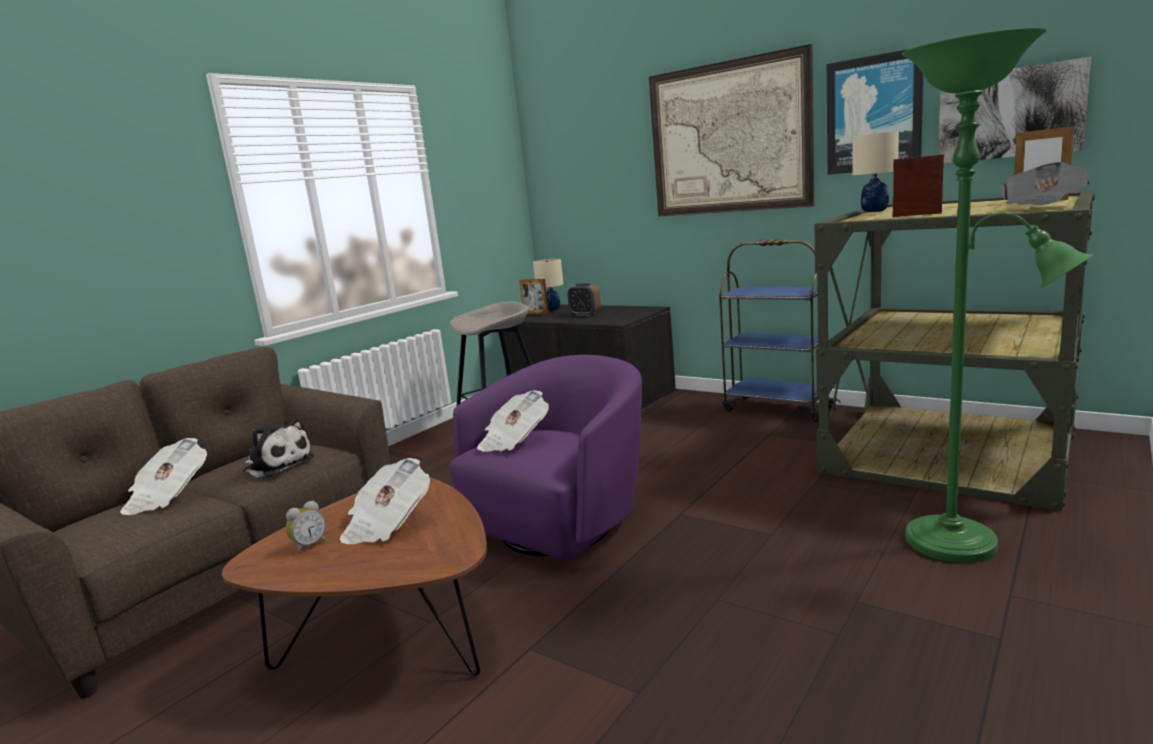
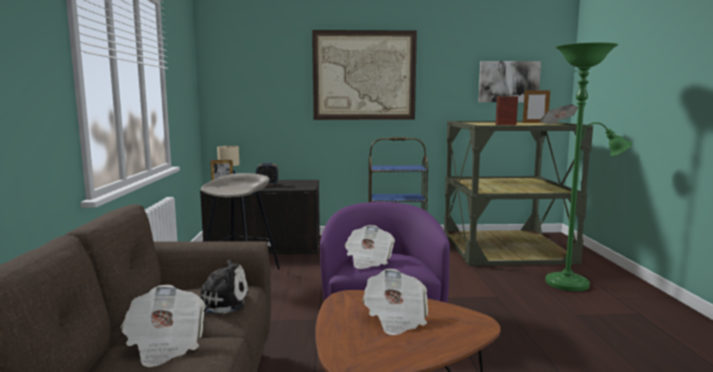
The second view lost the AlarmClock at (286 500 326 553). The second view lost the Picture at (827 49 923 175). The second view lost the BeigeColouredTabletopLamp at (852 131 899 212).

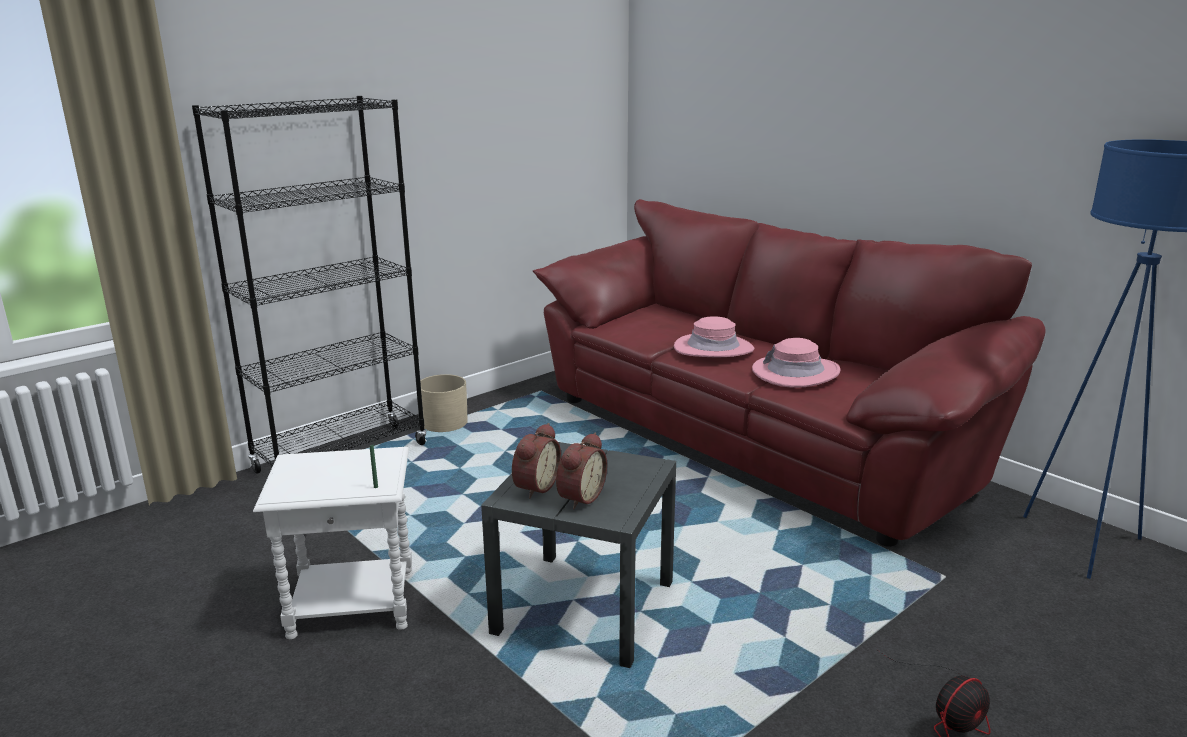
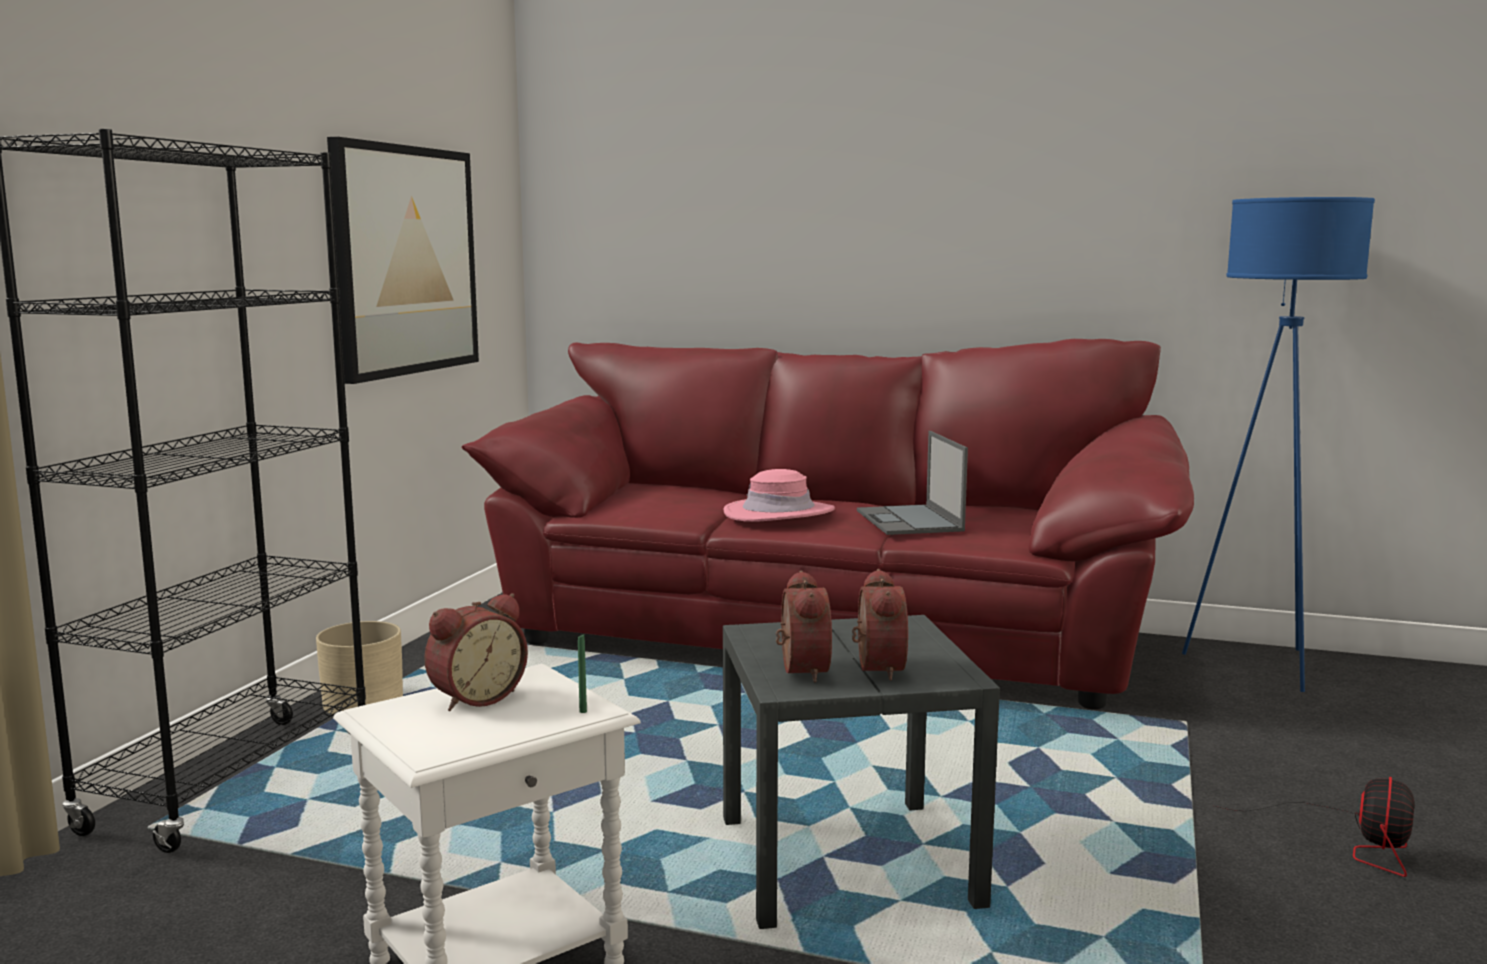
The second view gained the Picture at (327 137 479 384). The second view gained the AlarmClock at (424 593 528 711). Where the PinkColouredWearableHat stood at (752 338 840 388), the Laptop came to stand at (857 431 968 535).

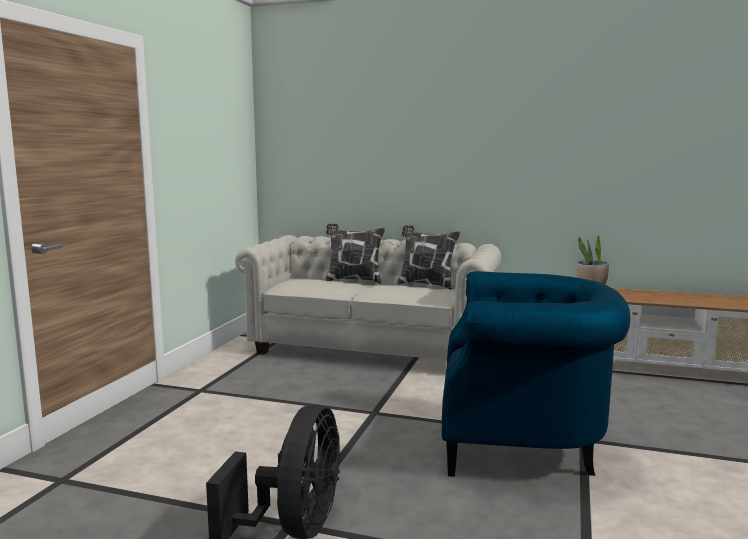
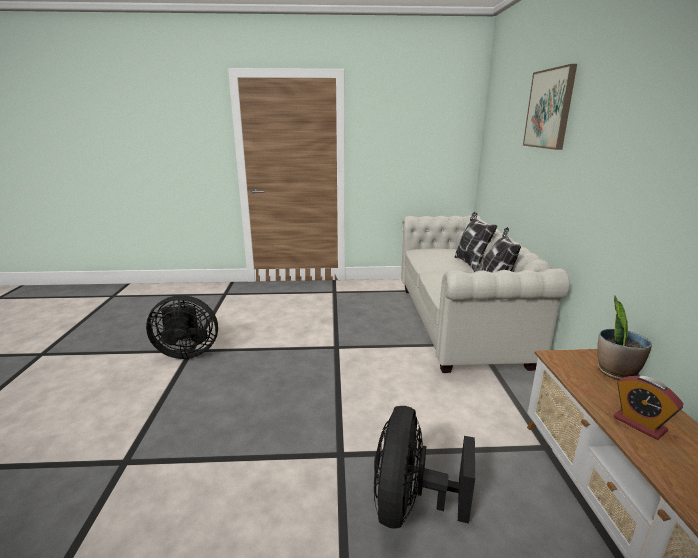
The second view lost the BlueColouredEasyChair at (442 271 630 477). The second view gained the BlackCoolingFan at (374 406 475 529). The second view gained the Picture at (523 64 577 150). The second view gained the AlarmClock at (613 376 684 440).

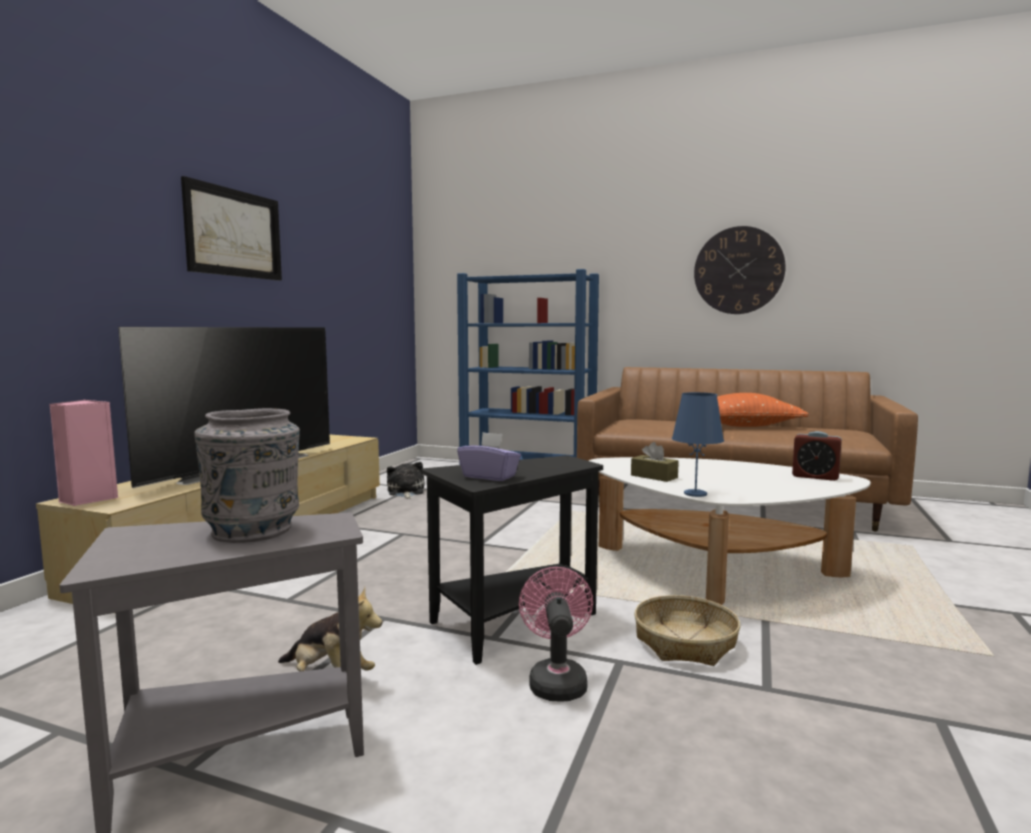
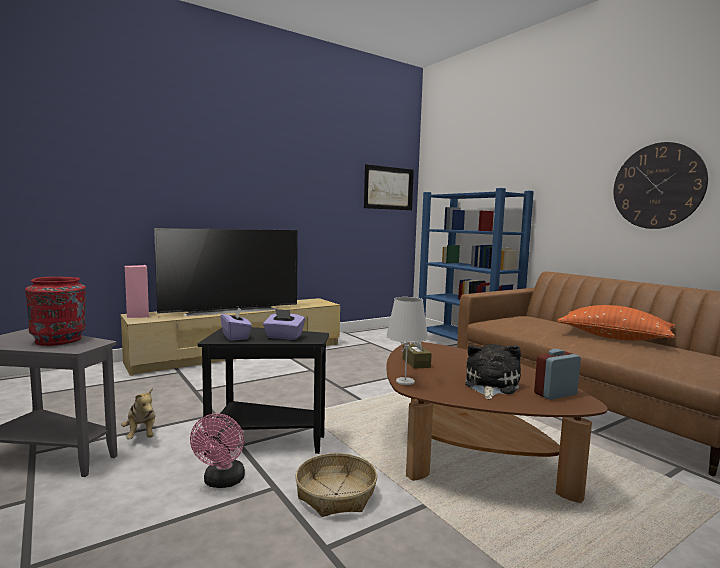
The second view gained the PurplishBoxOfTissues at (263 309 305 340). The Picture ended up elsewhere, having gone from (181 176 282 281) to (364 164 414 210). The SoftToy ended up elsewhere, having gone from (387 462 425 499) to (465 344 521 400). What was the GrayFlowerVase at (195 408 300 543) turned into the RedColouredFlowerVase at (25 277 86 346). What was the WhitishCoffeeTable at (589 457 871 605) turned into the BrownCoffeeTable at (386 342 607 503). What was the BlueColouredTabletopLamp at (672 392 724 497) turned into the WhitishTabletopLamp at (386 297 428 385). The PinkColouredCoolingFan at (519 567 593 702) ended up facing another way, 150 degrees clockwise from before. The AlarmClock at (792 431 842 481) ended up facing another way, 90 degrees clockwise from before.

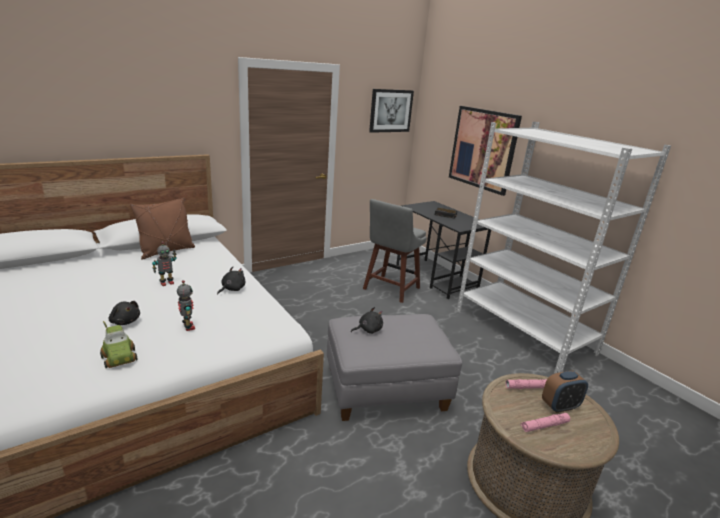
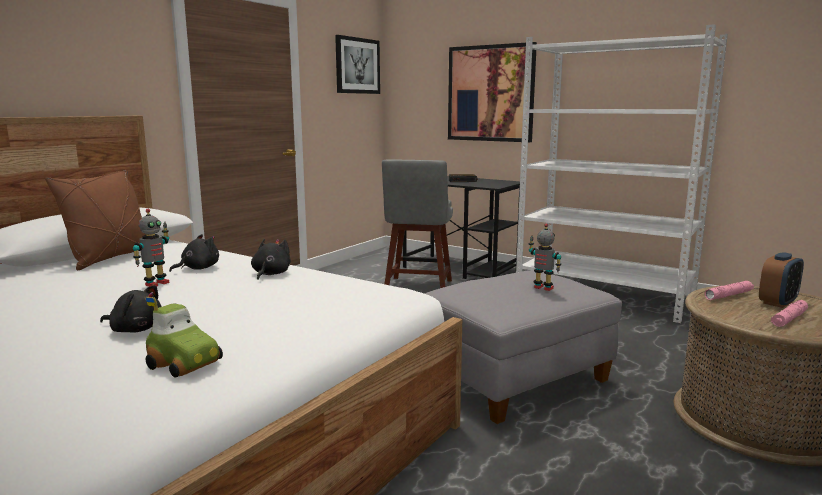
The RobotFigure ended up elsewhere, having gone from (177 280 195 331) to (528 223 561 291). The BlackSoftToy ended up elsewhere, having gone from (351 307 383 334) to (169 234 219 272).

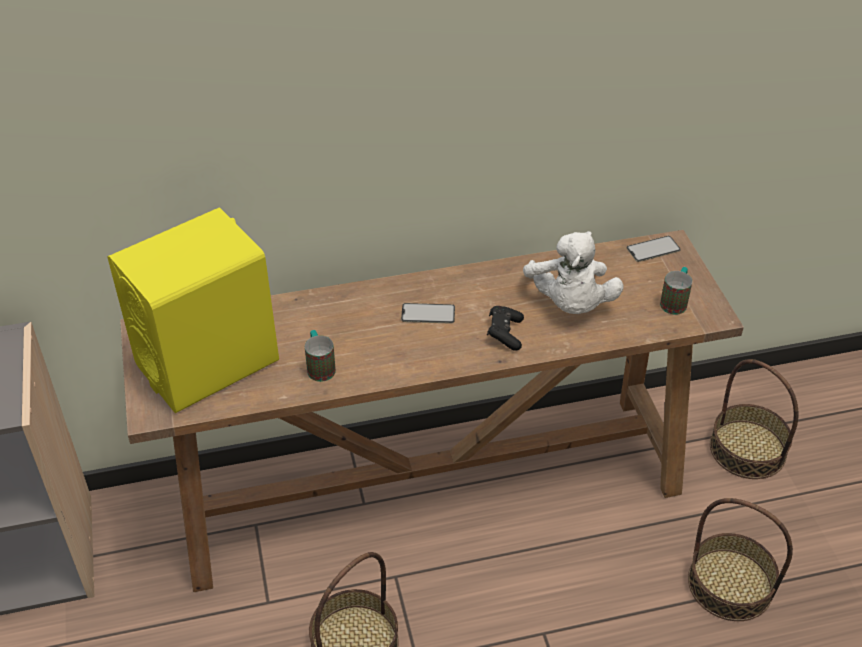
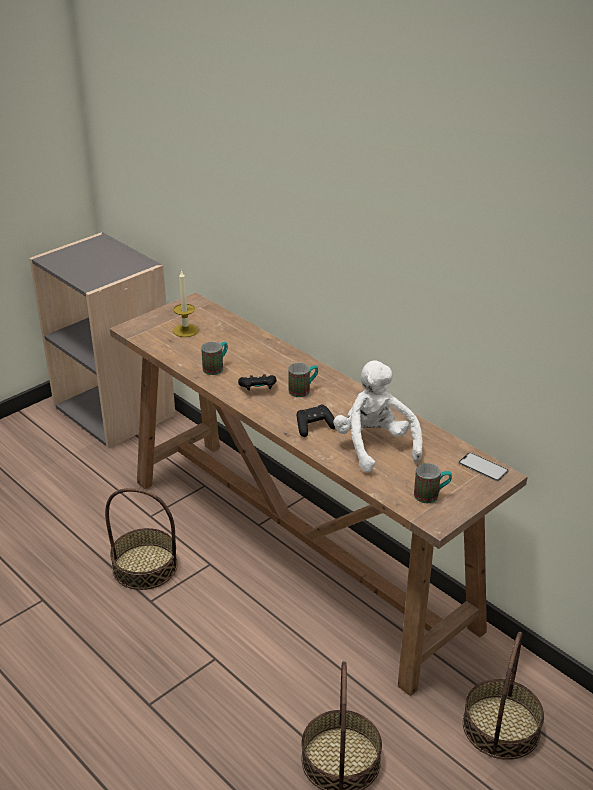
The second view gained the BlackGameController at (238 374 277 391). Where the YellowColouredLoudspeaker stood at (108 208 279 413), the Candle came to stand at (173 270 198 337). Where the Handset stood at (401 303 455 324), the Mug came to stand at (288 363 318 397). The WhitishSoftToy at (523 231 624 314) ended up facing another way, 105 degrees clockwise from before.

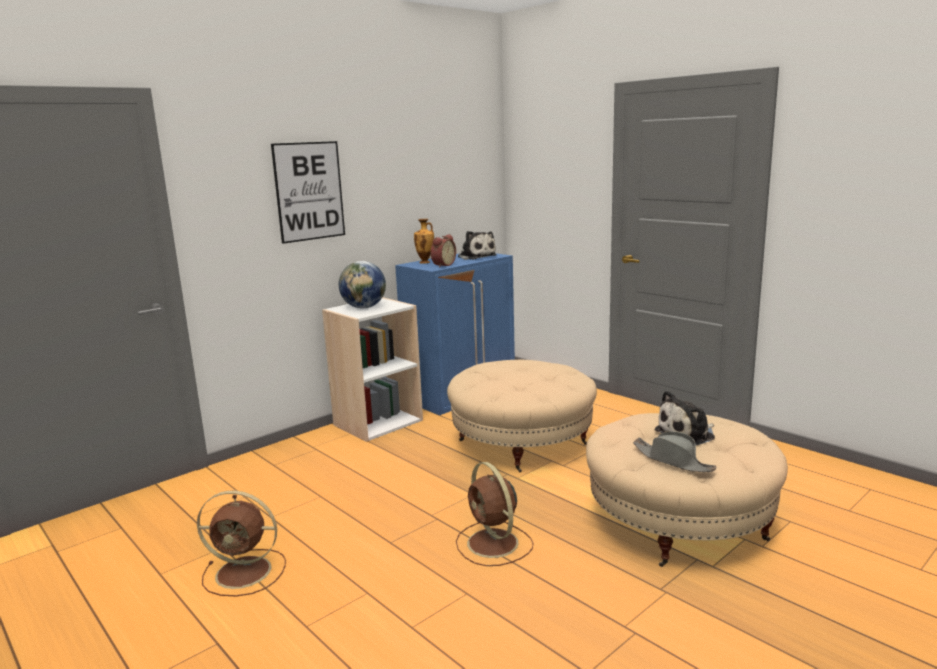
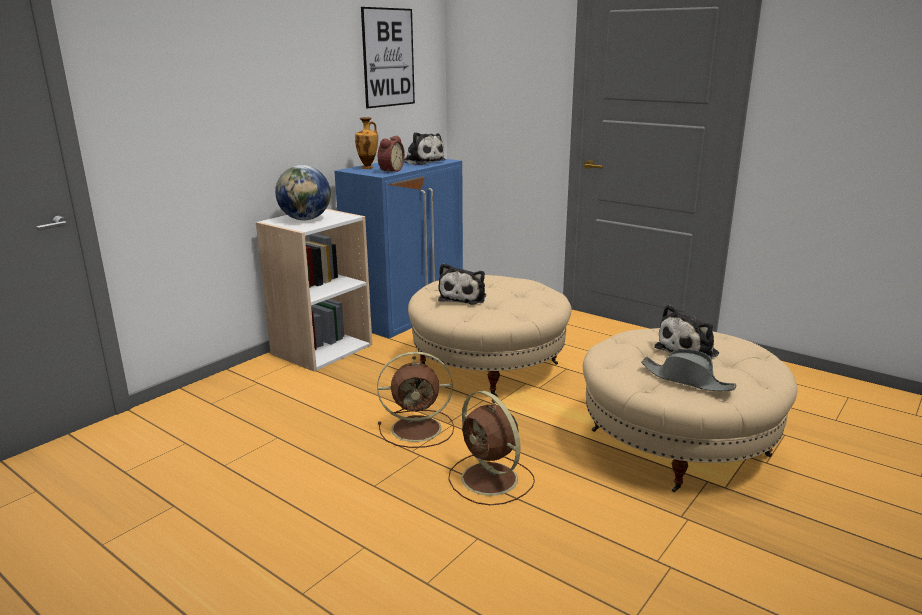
The second view gained the SoftToy at (438 263 486 305). The BrownCoolingFan ended up elsewhere, having gone from (197 491 286 596) to (377 352 454 448). The Picture ended up elsewhere, having gone from (271 141 345 244) to (361 7 415 108).

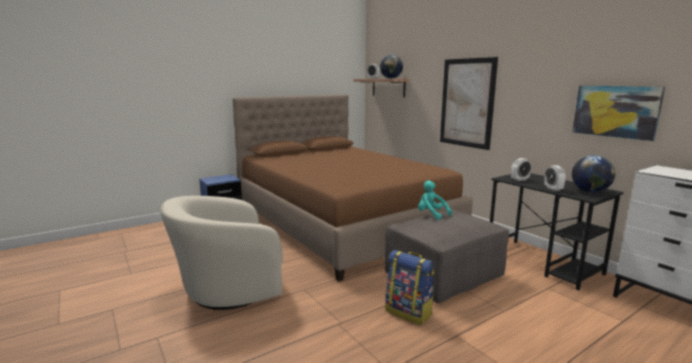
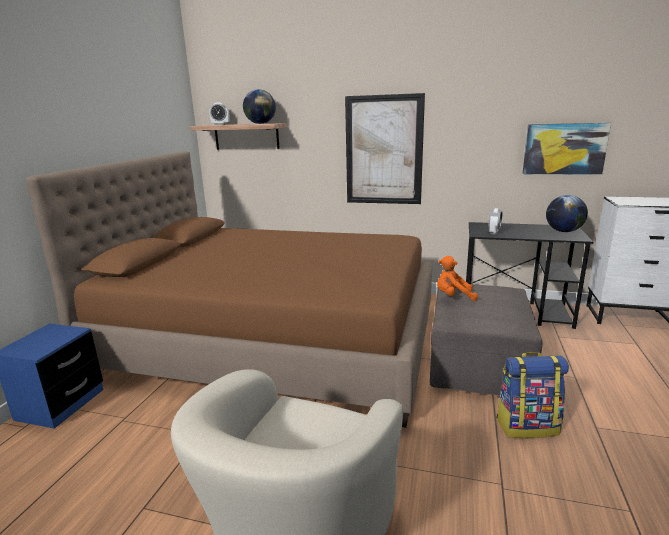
The second view lost the AlarmClock at (544 165 566 191). What was the BlueGreenSoftToy at (418 180 452 220) turned into the OrangeSoftToy at (437 256 478 301).

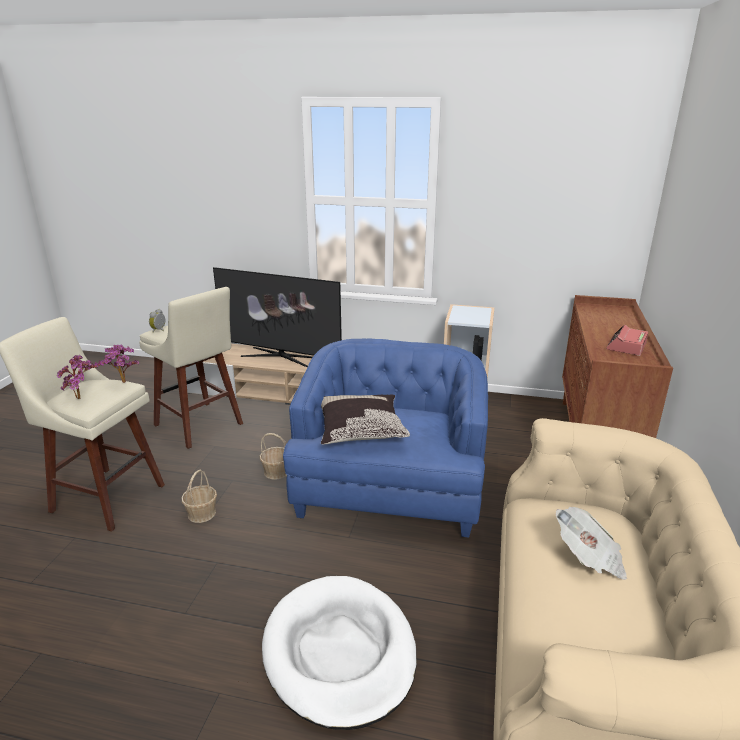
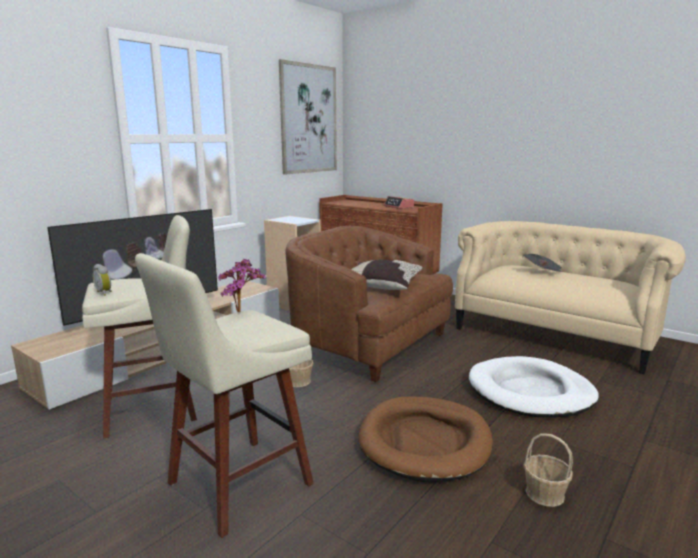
The second view lost the PlantInAPot at (57 355 98 399). The second view gained the Picture at (279 59 337 175). The second view gained the BrownDogBed at (358 397 493 482). The Basket ended up elsewhere, having gone from (181 470 217 523) to (523 433 573 507). What was the BlueColouredEasyChair at (283 339 488 538) turned into the BrownEasyChair at (285 226 453 382).

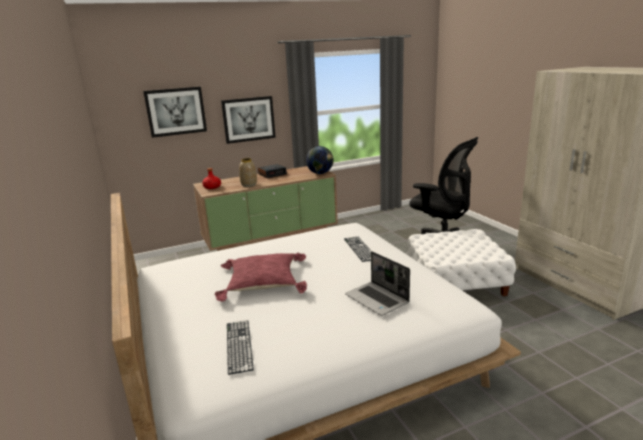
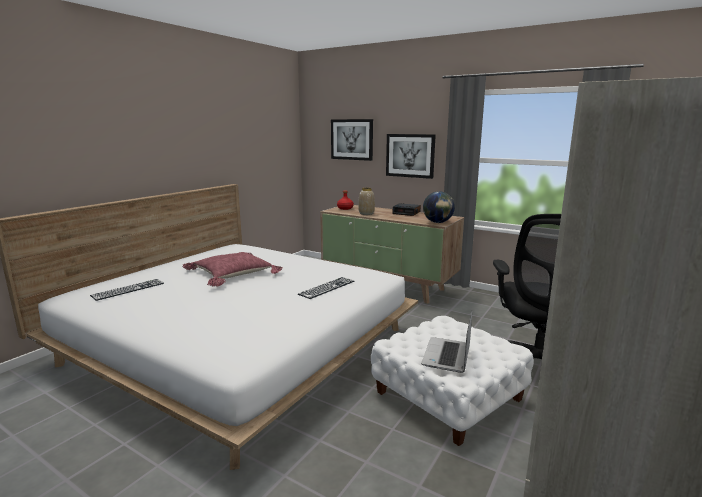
The Laptop ended up elsewhere, having gone from (345 251 410 316) to (421 310 472 373).

